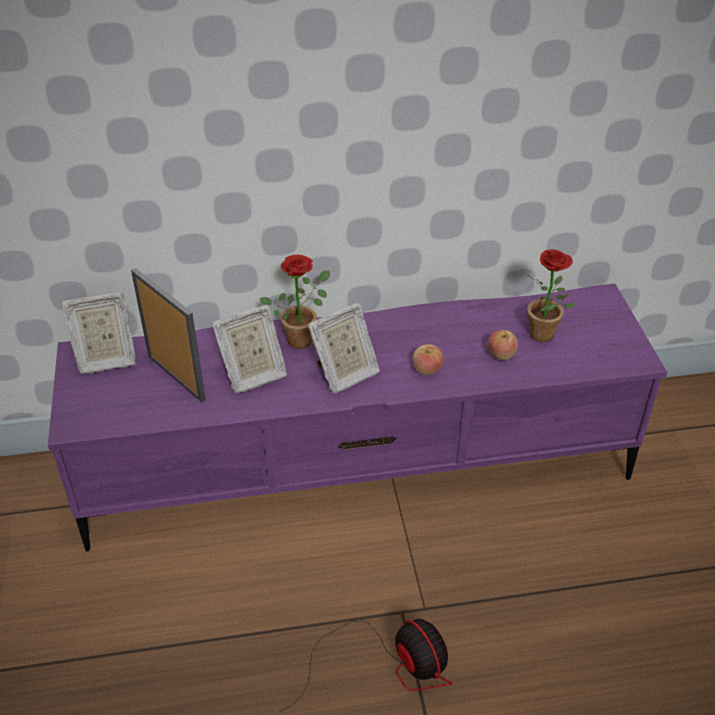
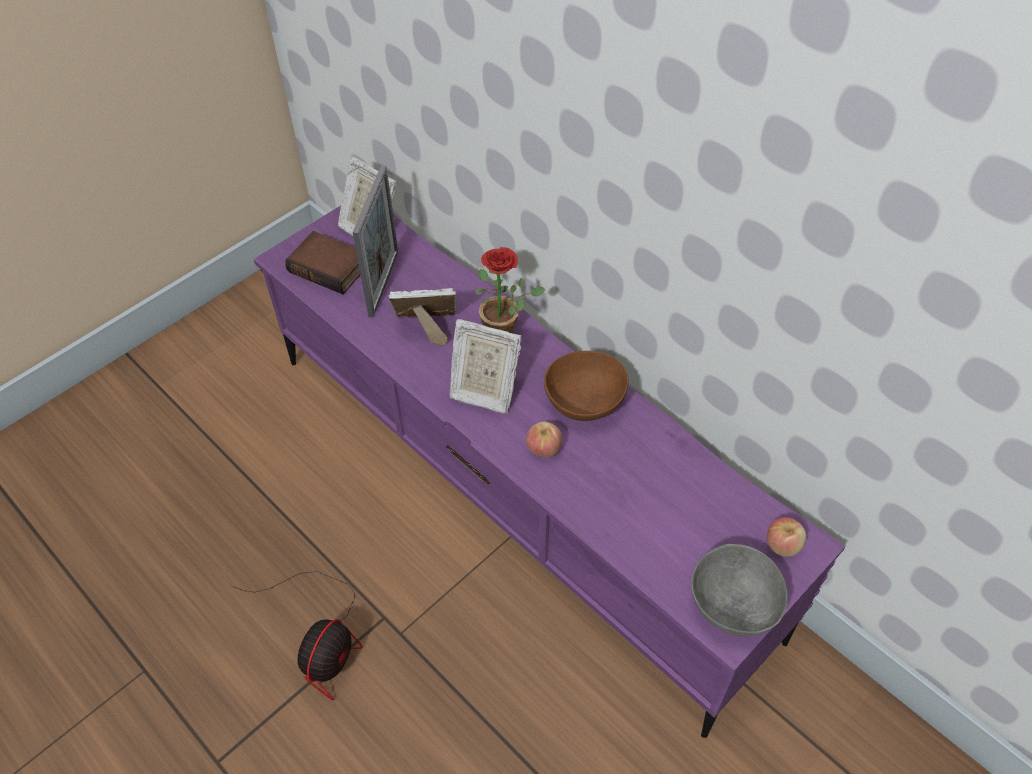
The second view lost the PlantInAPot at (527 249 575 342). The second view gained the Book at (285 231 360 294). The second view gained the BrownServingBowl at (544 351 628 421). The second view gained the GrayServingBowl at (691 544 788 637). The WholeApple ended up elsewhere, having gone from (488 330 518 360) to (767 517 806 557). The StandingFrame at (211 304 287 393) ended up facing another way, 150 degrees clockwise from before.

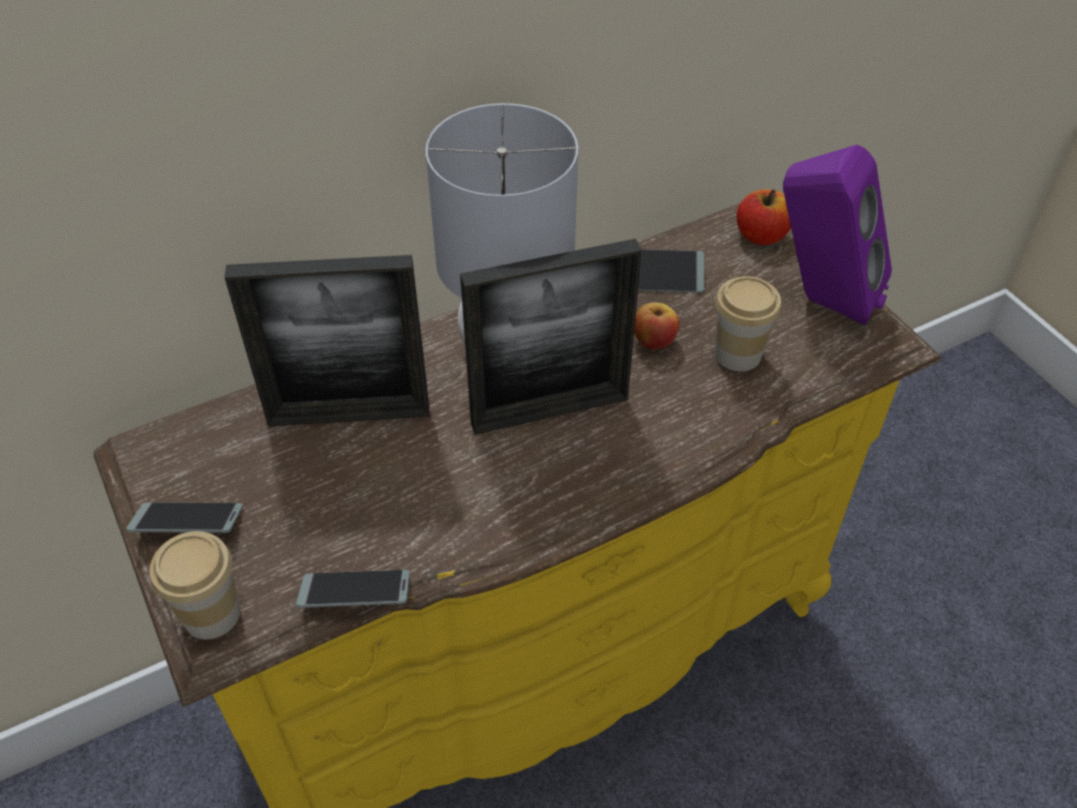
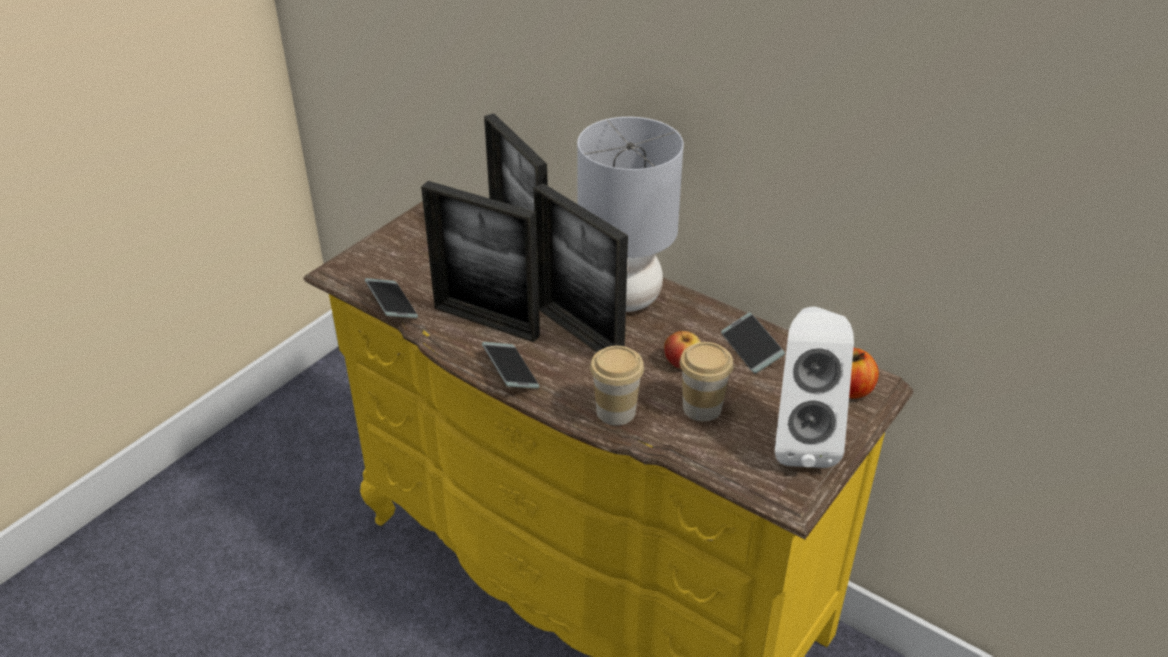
The second view gained the StandingFrame at (421 181 540 342). The Handset ended up elsewhere, having gone from (126 503 243 533) to (482 342 539 389). The DrinkingCup ended up elsewhere, having gone from (150 531 240 640) to (590 346 644 426). What was the PurplishLoudspeaker at (783 145 892 325) turned into the WhitishLoudspeaker at (775 306 854 468).

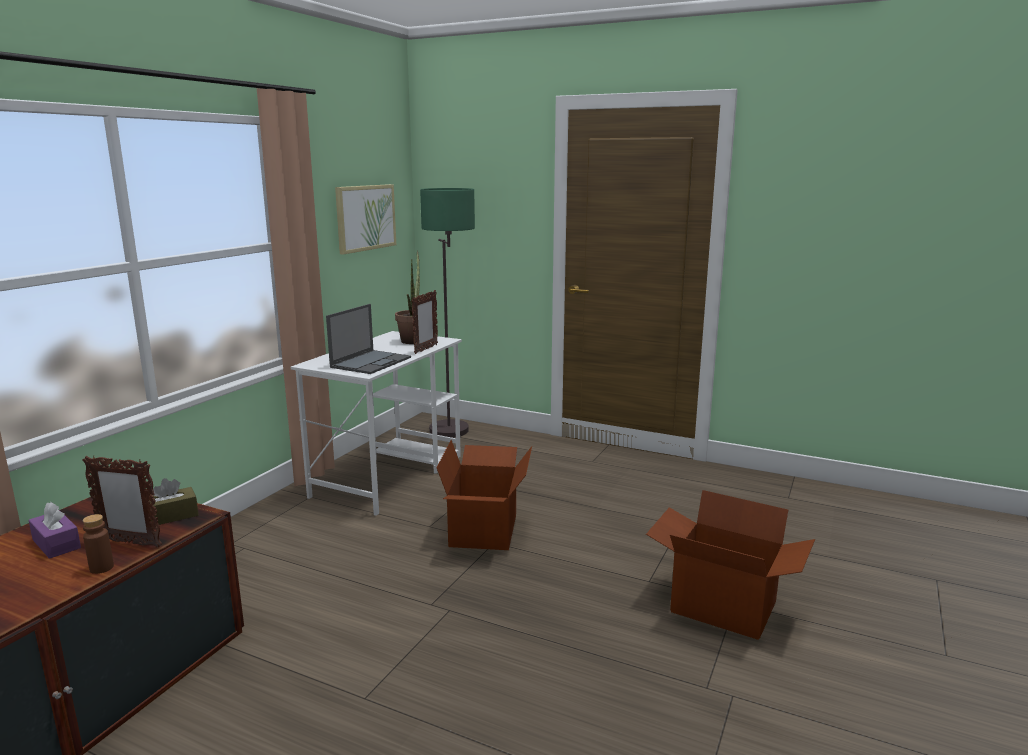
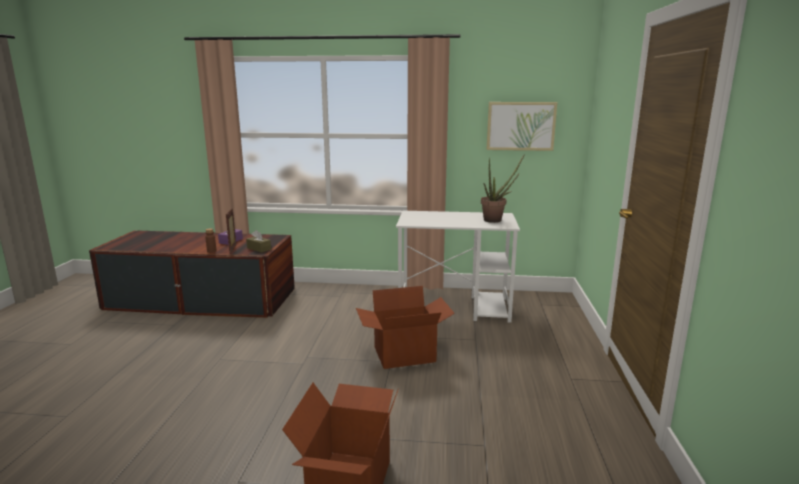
The second view lost the Laptop at (326 304 411 374). The second view lost the StandingFrame at (411 290 438 354). The second view lost the GreenColouredFloorLamp at (420 188 475 438).

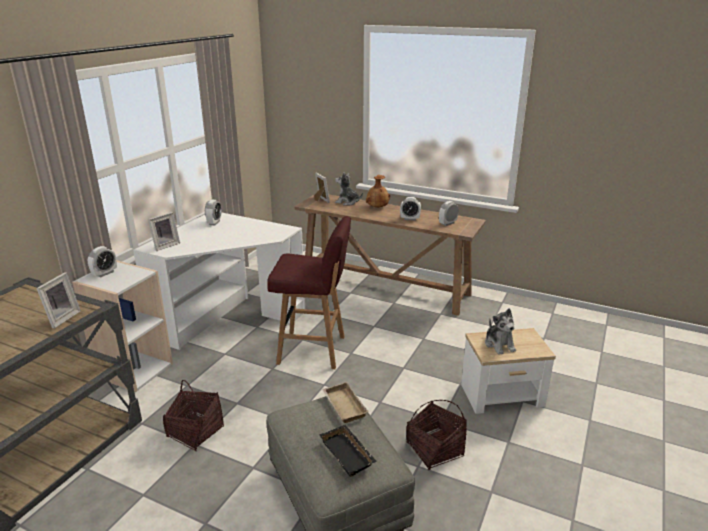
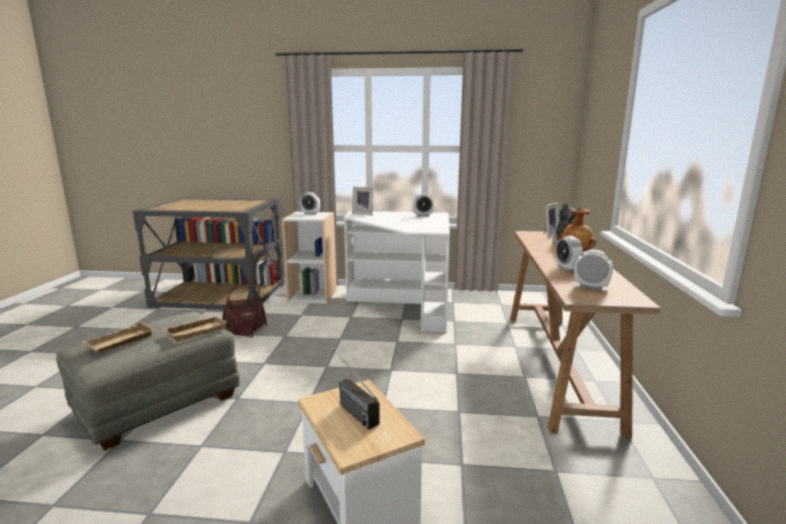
The second view lost the StandingFrame at (36 272 81 329). The second view lost the RedColouredStool at (267 216 351 369). The second view lost the Basket at (406 400 467 470). Where the SoftToy stood at (485 308 516 355), the RadioSet came to stand at (334 349 380 430). What was the BlackCarryingTray at (320 425 377 477) turned into the BeigeColouredCarryingTray at (84 322 154 353).

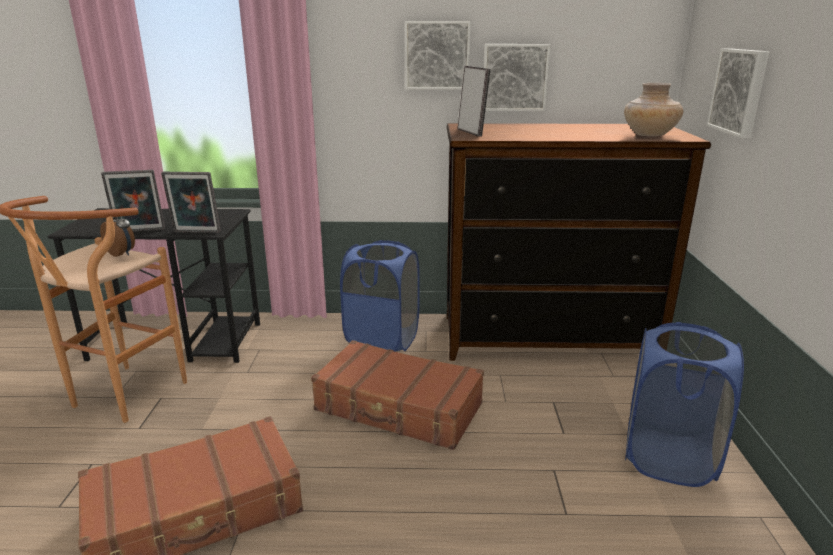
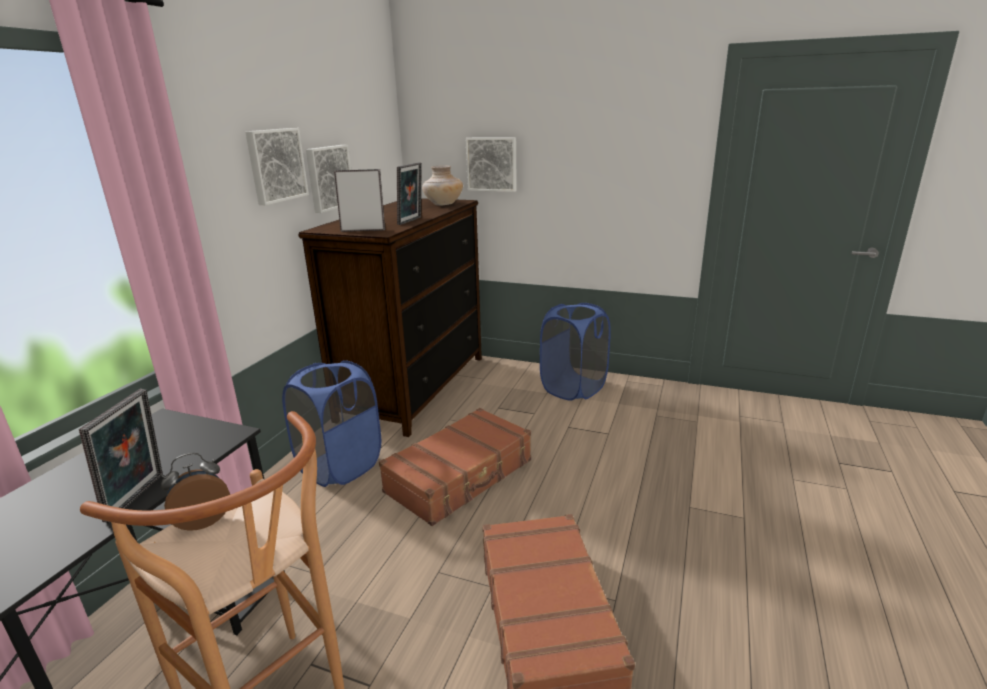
The StandingFrame ended up elsewhere, having gone from (161 172 221 233) to (397 162 422 225).

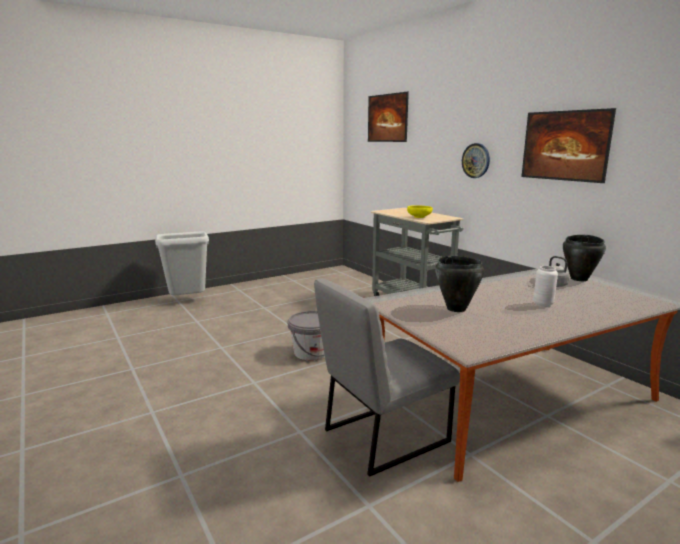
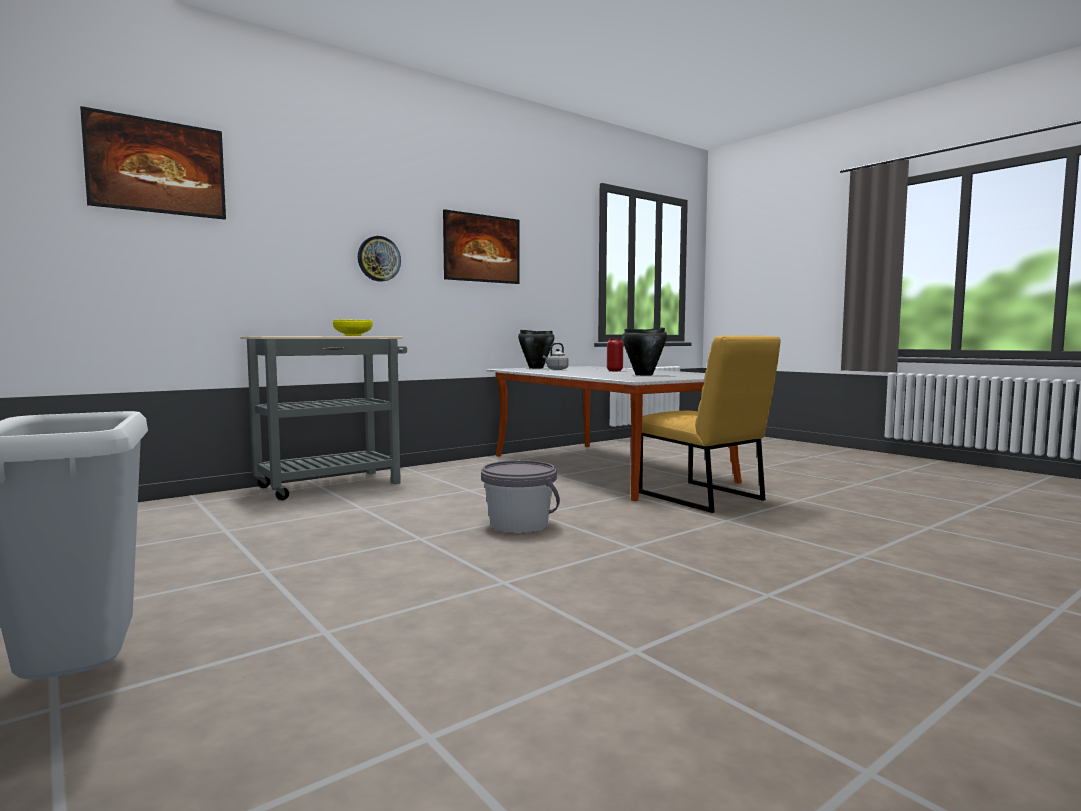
What was the GrayPlainChair at (314 278 460 477) turned into the YellowColouredPlainChair at (639 335 781 513). What was the WhitishFlowerVase at (533 266 558 307) turned into the RedColouredFlowerVase at (607 339 623 371).

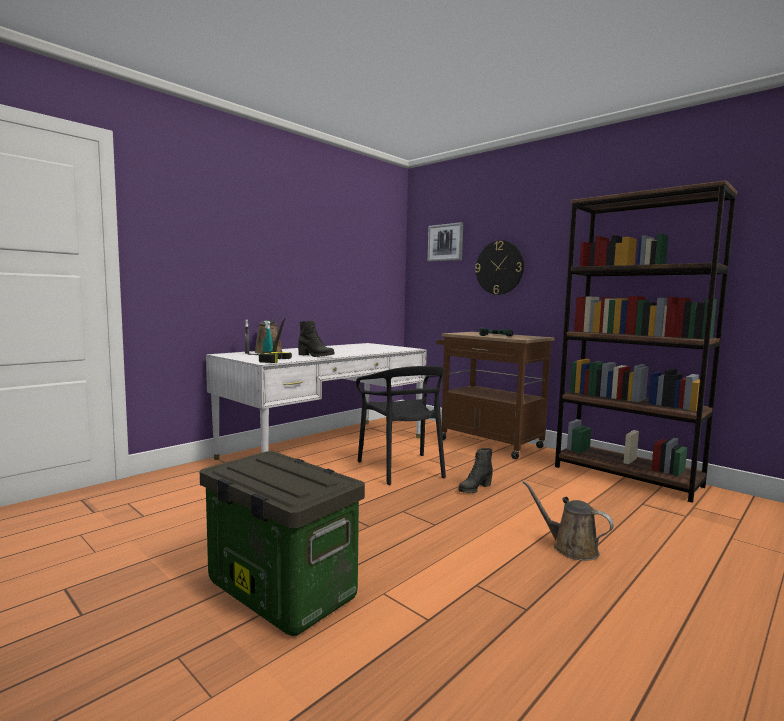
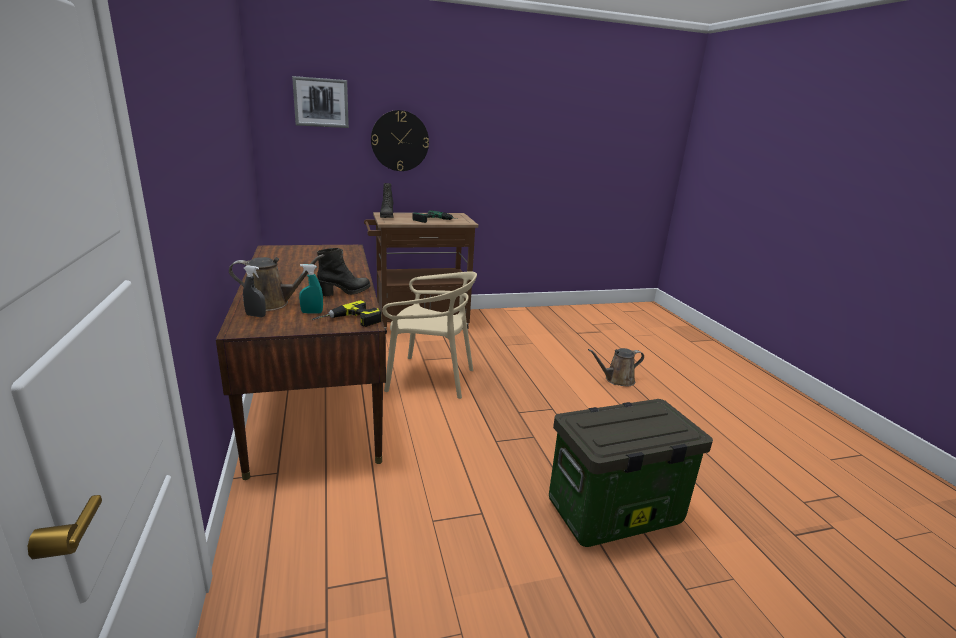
The second view lost the BrownShelvingUnit at (555 180 737 503). The BlackBoot ended up elsewhere, having gone from (458 448 493 493) to (380 183 393 218). What was the WhitishDesk at (206 343 427 460) turned into the BrownDesk at (216 245 386 480). What was the BlackPlainChair at (356 366 446 485) turned into the BeigeColouredPlainChair at (382 272 477 399).

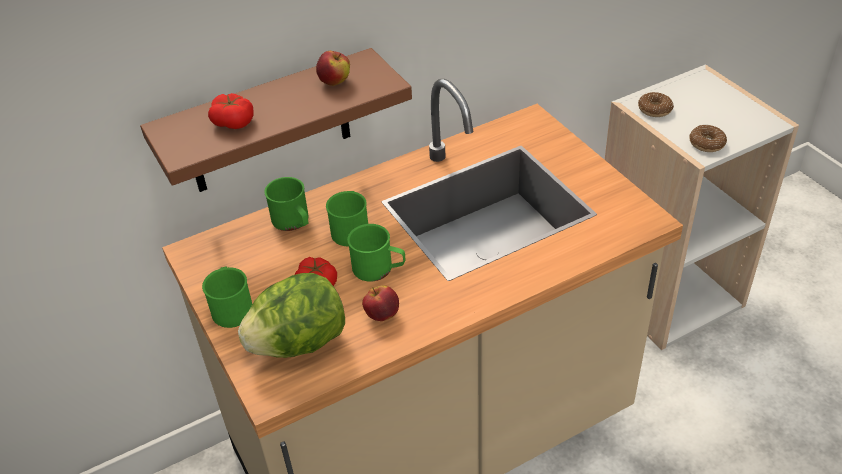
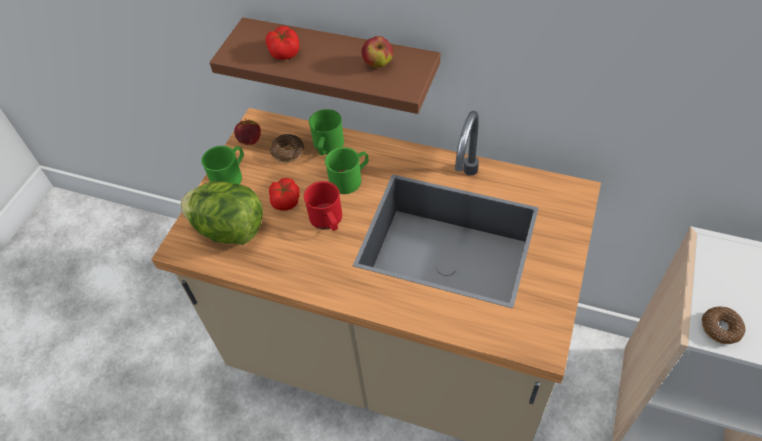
The WholeApple ended up elsewhere, having gone from (362 285 399 321) to (234 118 261 145). The RingDoughnut ended up elsewhere, having gone from (638 92 674 117) to (270 134 304 162). What was the GreenColouredMug at (347 224 405 281) turned into the RedColouredMug at (304 181 342 231).

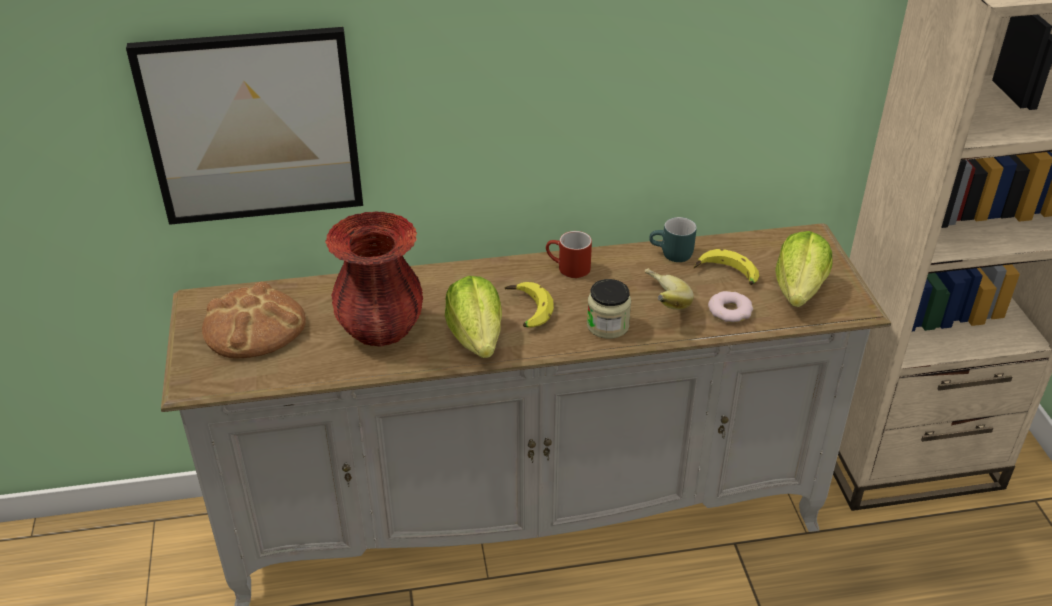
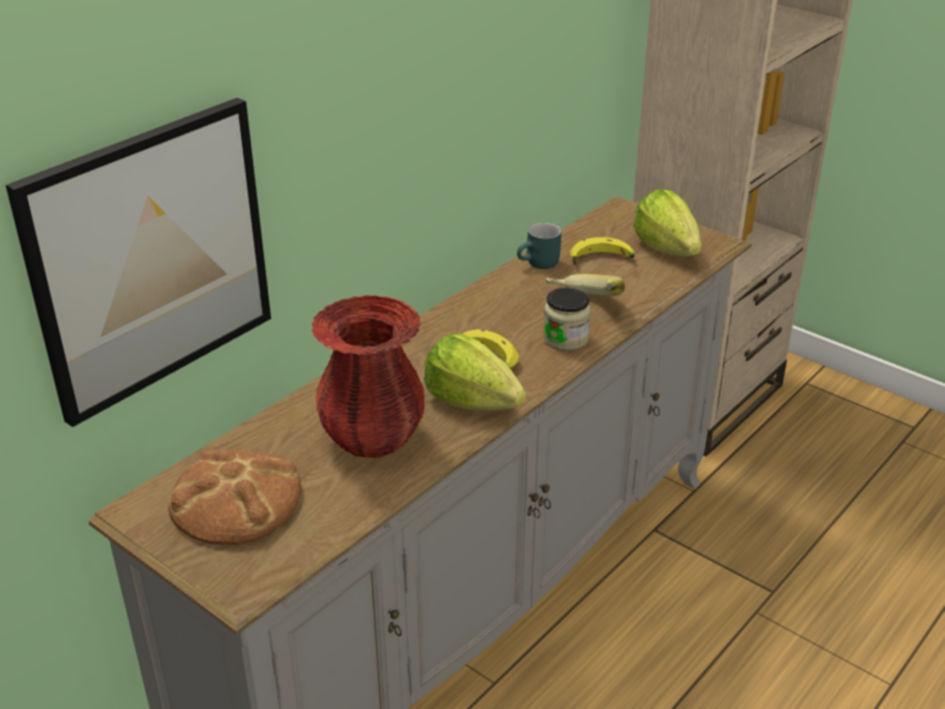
The second view lost the RedColouredMug at (546 231 592 278). The second view lost the RingDoughnut at (708 291 753 323).

